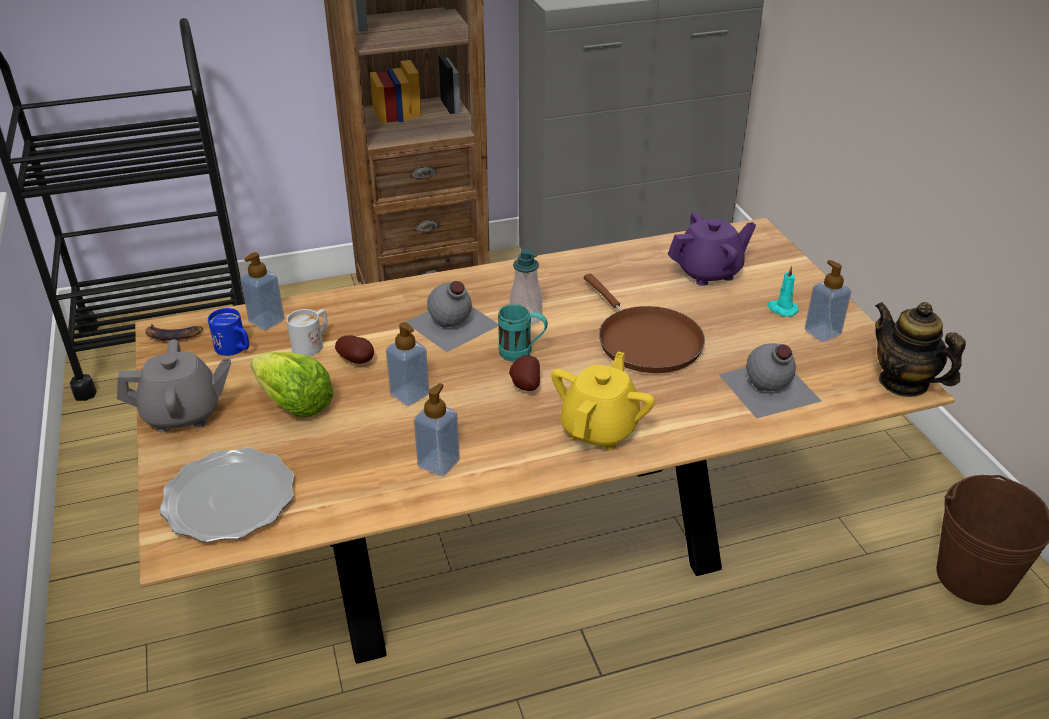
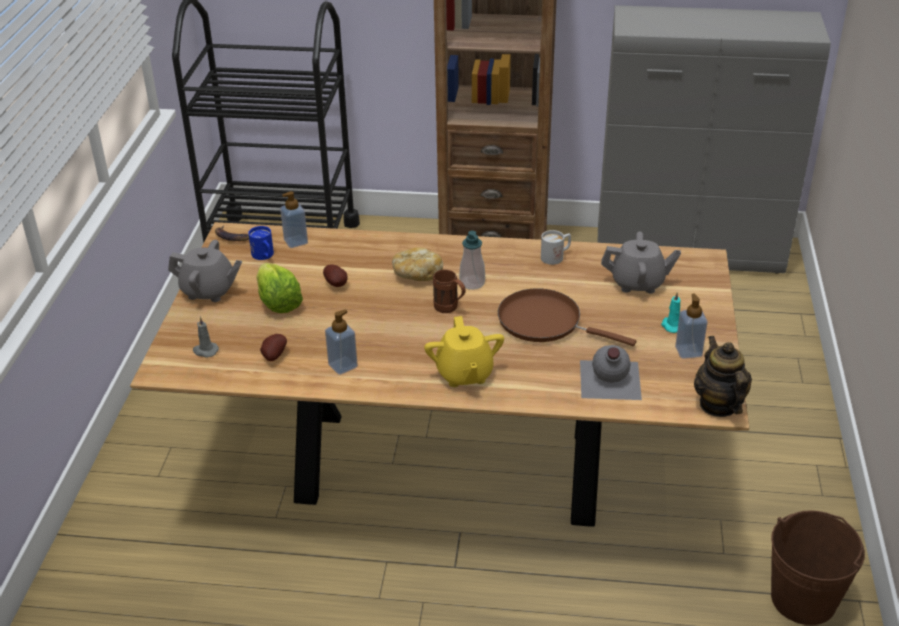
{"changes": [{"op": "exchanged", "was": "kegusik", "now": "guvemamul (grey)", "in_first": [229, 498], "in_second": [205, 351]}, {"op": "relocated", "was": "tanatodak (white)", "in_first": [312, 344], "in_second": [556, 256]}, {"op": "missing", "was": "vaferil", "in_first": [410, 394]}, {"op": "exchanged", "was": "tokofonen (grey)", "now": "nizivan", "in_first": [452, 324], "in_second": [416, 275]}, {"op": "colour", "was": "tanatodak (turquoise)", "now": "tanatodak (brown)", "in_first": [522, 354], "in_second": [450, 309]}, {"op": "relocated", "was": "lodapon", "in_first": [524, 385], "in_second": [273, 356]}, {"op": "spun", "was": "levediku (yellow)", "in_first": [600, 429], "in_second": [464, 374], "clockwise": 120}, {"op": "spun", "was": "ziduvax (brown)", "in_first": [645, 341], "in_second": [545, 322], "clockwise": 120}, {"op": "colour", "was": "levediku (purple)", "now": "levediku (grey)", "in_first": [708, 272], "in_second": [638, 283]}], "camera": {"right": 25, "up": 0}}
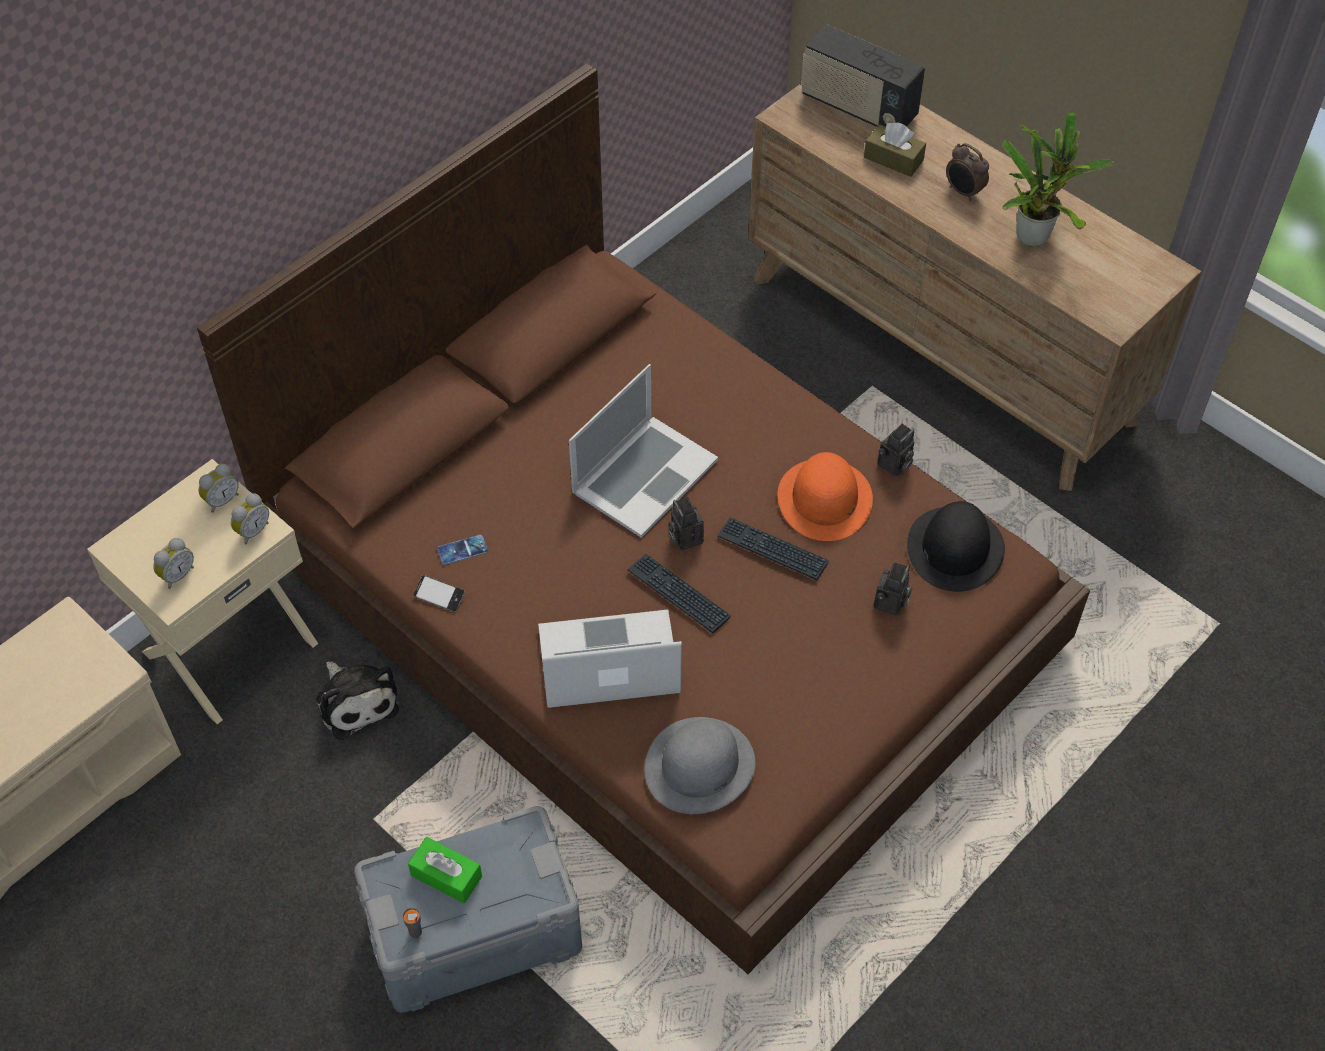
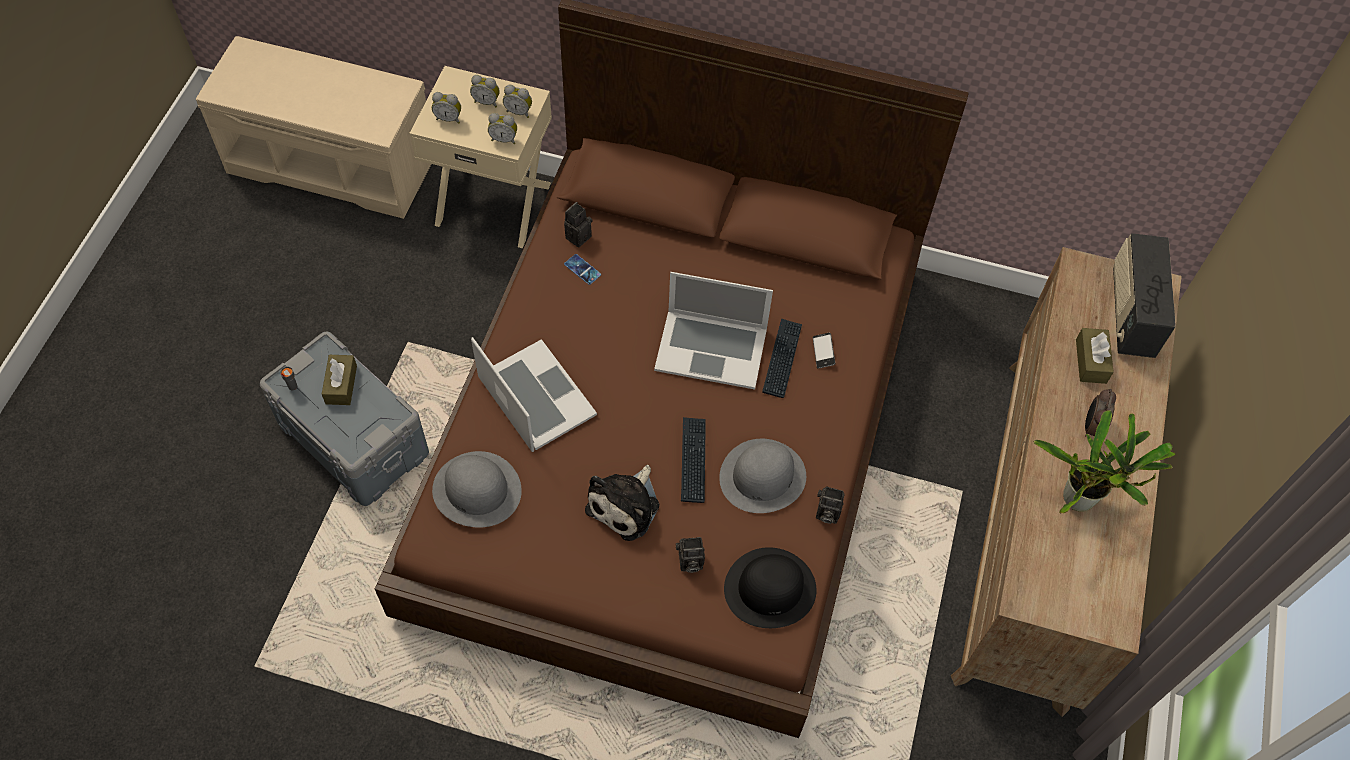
{"changes": [{"op": "relocated", "was": "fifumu", "in_first": [356, 700], "in_second": [626, 505]}, {"op": "colour", "was": "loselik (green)", "now": "loselik (brown)", "in_first": [446, 876], "in_second": [341, 385]}, {"op": "relocated", "was": "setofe", "in_first": [439, 596], "in_second": [823, 352]}, {"op": "relocated", "was": "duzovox", "in_first": [678, 594], "in_second": [782, 358]}, {"op": "relocated", "was": "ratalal", "in_first": [684, 537], "in_second": [578, 235]}, {"op": "colour", "was": "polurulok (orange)", "now": "polurulok (grey)", "in_first": [825, 499], "in_second": [762, 477]}, {"op": "appeared", "now": "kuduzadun", "in_second": [487, 101]}], "camera": {"right": 60, "up": 5}}
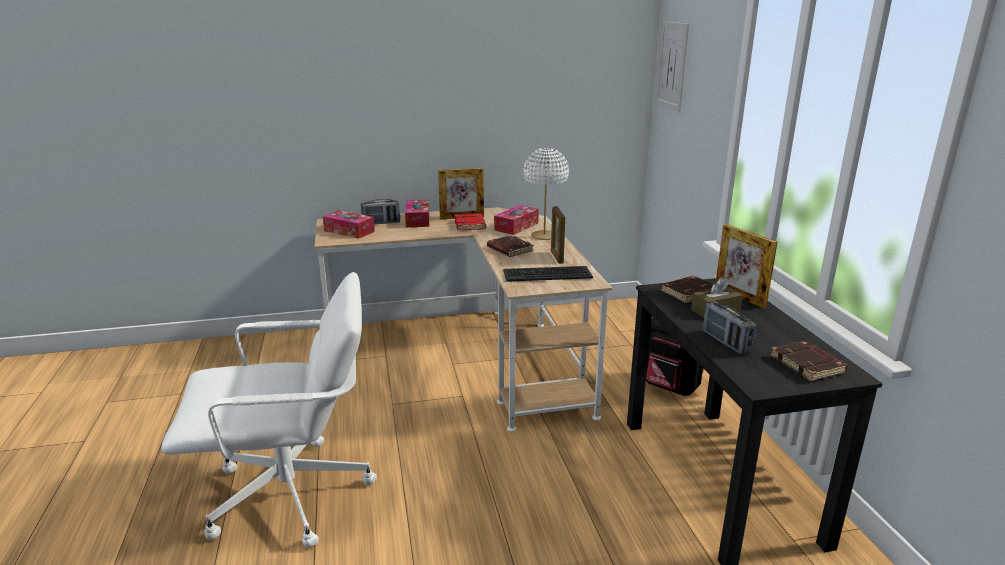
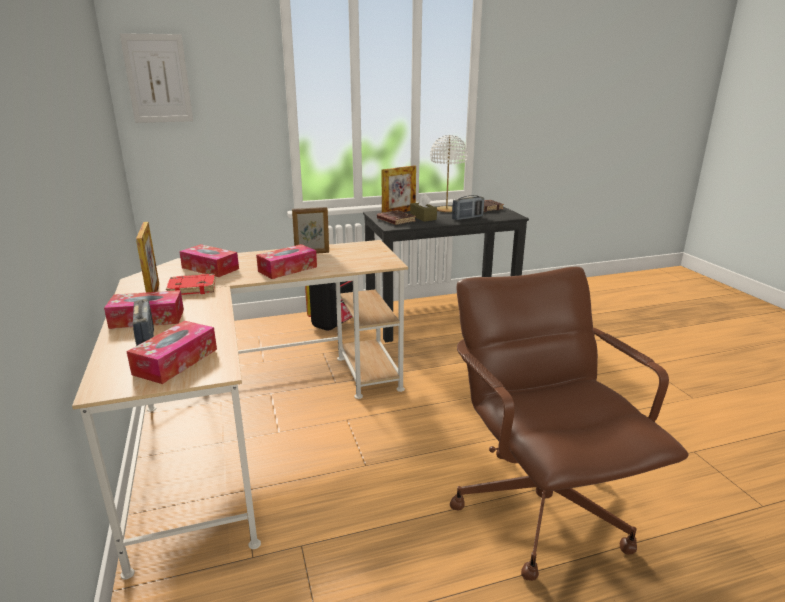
{"changes": [{"op": "colour", "was": "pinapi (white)", "now": "pinapi (brown)", "in_first": [292, 495], "in_second": [541, 508]}, {"op": "exchanged", "was": "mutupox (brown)", "now": "loselik", "in_first": [509, 250], "in_second": [287, 269]}, {"op": "missing", "was": "duzovox", "in_first": [547, 274]}, {"op": "relocated", "was": "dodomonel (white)", "in_first": [544, 236], "in_second": [446, 210]}], "camera": {"right": -95, "up": 0}}
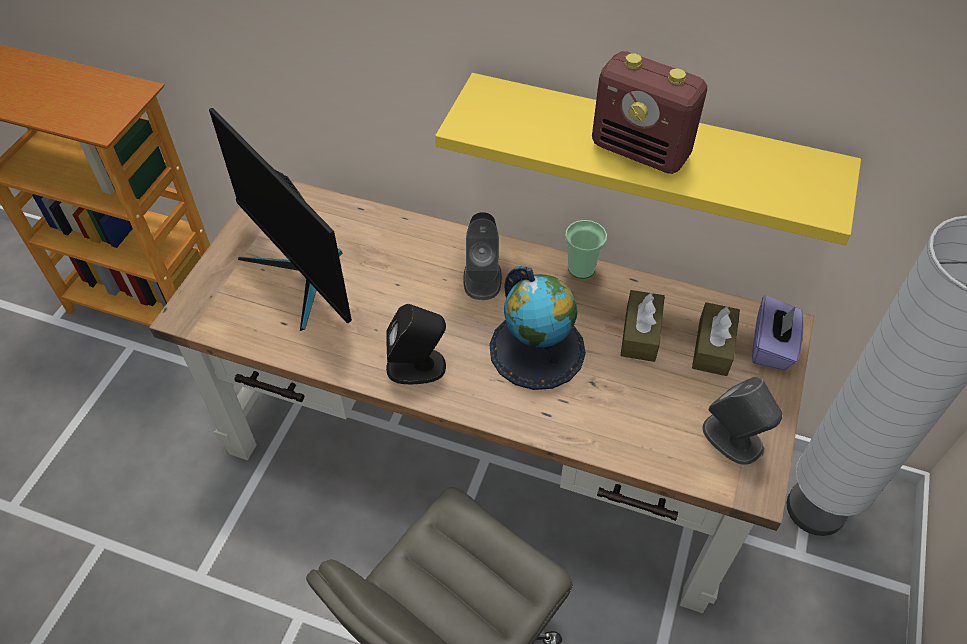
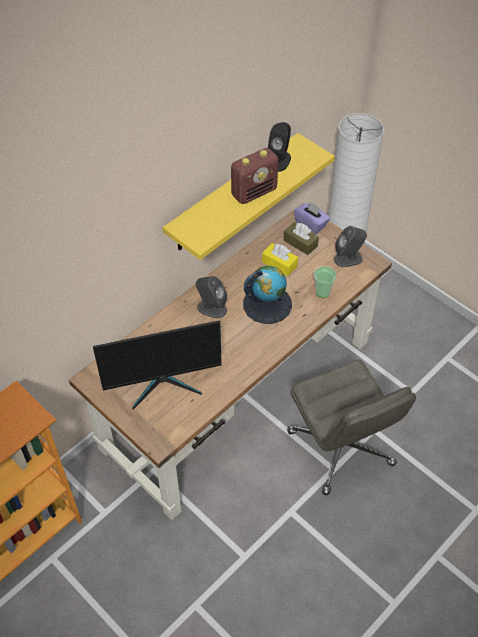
{"changes": [{"op": "relocated", "was": "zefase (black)", "in_first": [417, 366], "in_second": [279, 160]}, {"op": "relocated", "was": "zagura", "in_first": [581, 268], "in_second": [322, 292]}, {"op": "colour", "was": "loselik (brown)", "now": "loselik (yellow)", "in_first": [640, 334], "in_second": [279, 264]}], "camera": {"right": -65, "up": 0}}
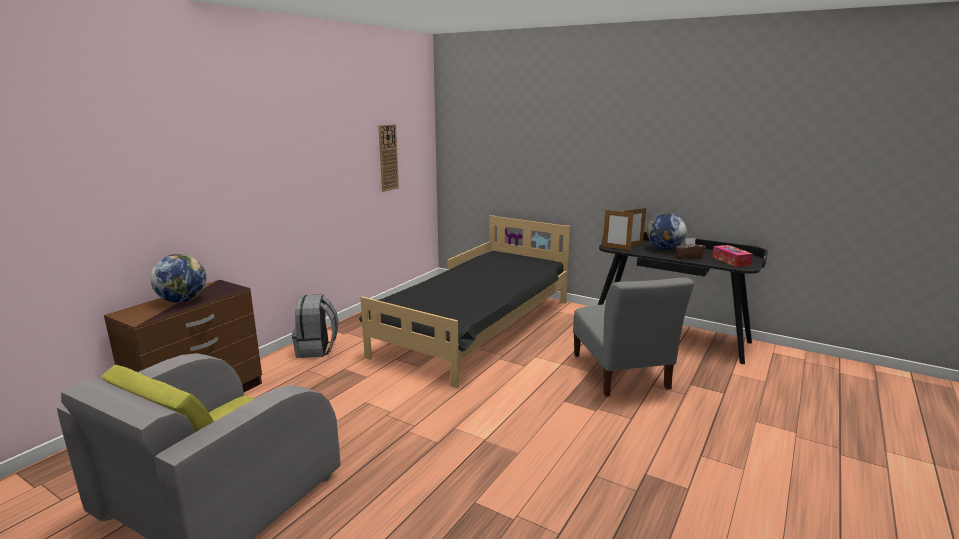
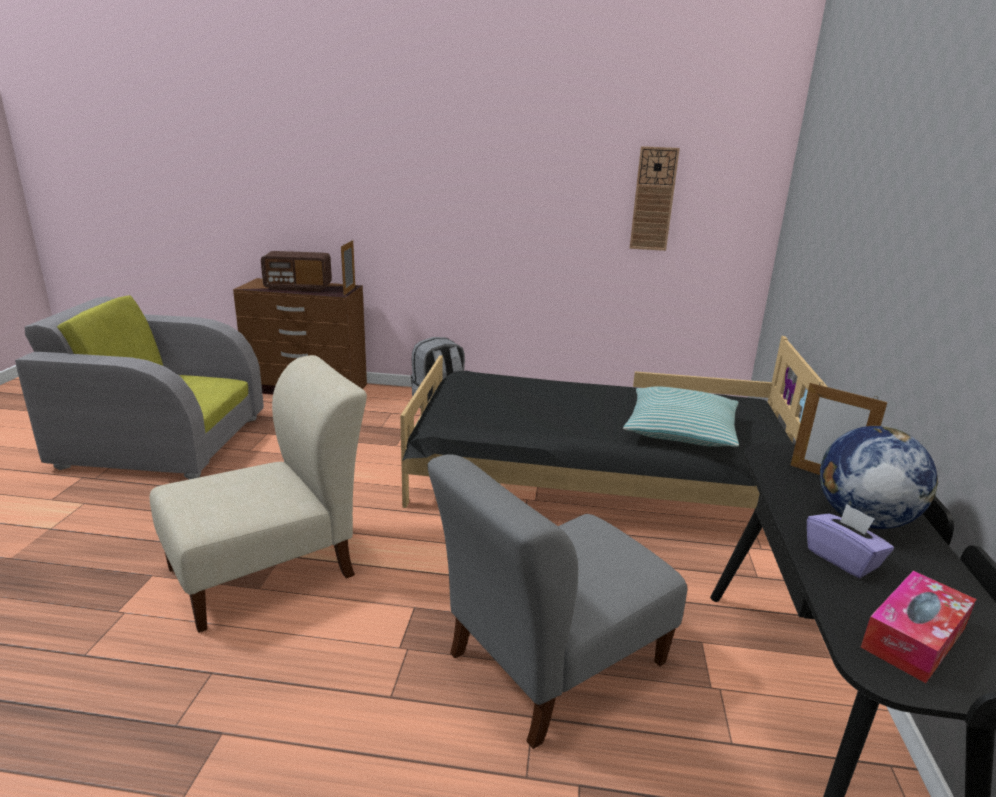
{"changes": [{"op": "exchanged", "was": "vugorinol", "now": "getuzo", "in_first": [183, 300], "in_second": [298, 287]}, {"op": "relocated", "was": "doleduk", "in_first": [616, 248], "in_second": [349, 291]}, {"op": "colour", "was": "loselik (brown)", "now": "loselik (purple)", "in_first": [689, 257], "in_second": [842, 559]}, {"op": "appeared", "now": "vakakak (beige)", "in_second": [270, 569]}, {"op": "appeared", "now": "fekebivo", "in_second": [680, 430]}], "camera": {"right": 65, "up": 5}}
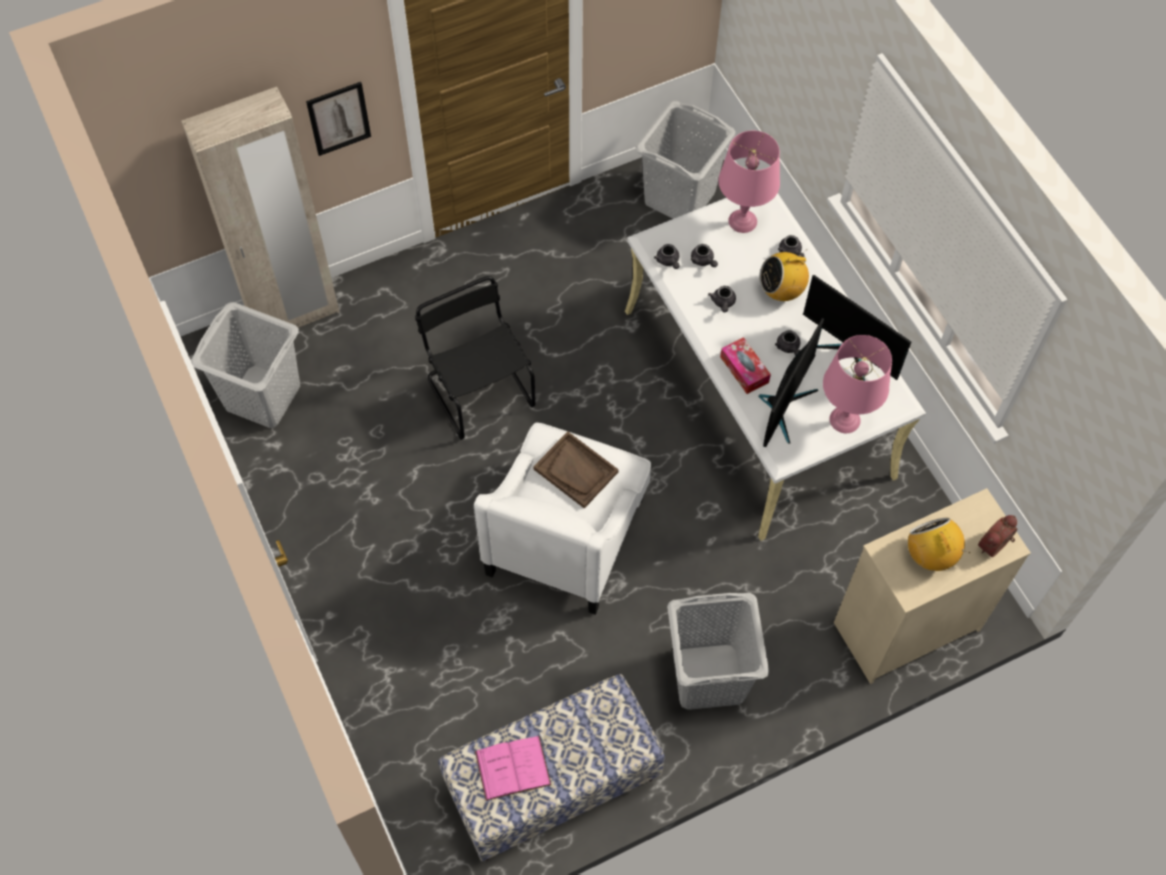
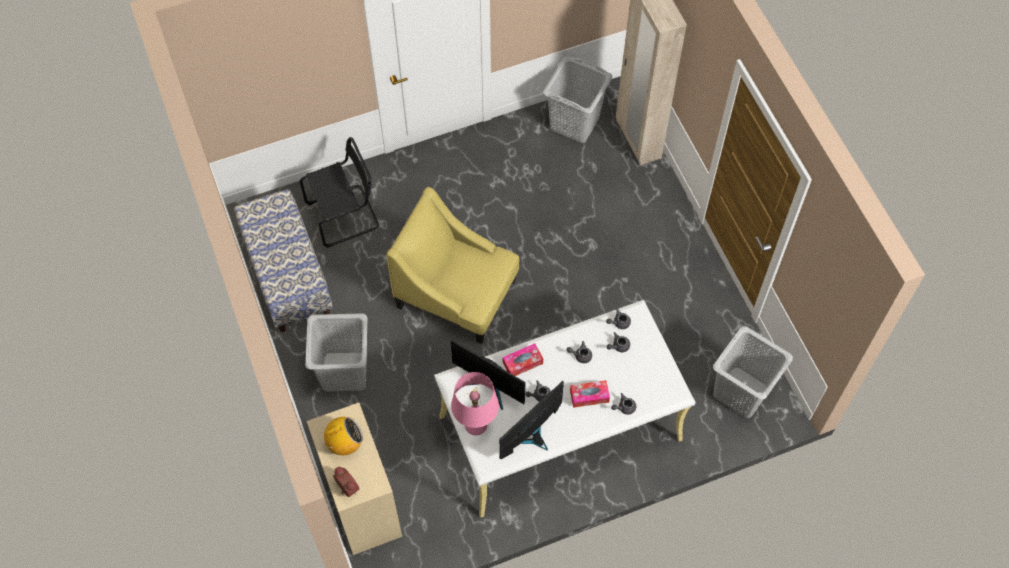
{"changes": [{"op": "missing", "was": "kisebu", "in_first": [339, 118]}, {"op": "relocated", "was": "vakakak (black)", "in_first": [478, 389], "in_second": [345, 215]}, {"op": "colour", "was": "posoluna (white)", "now": "posoluna (yellow)", "in_first": [565, 534], "in_second": [457, 293]}, {"op": "missing", "was": "mutupox (pink)", "in_first": [512, 768]}, {"op": "missing", "was": "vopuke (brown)", "in_first": [576, 471]}, {"op": "missing", "was": "dodomonel (pink)", "in_first": [743, 221]}, {"op": "exchanged", "was": "getuzo", "now": "loselik", "in_first": [781, 291], "in_second": [589, 396]}], "camera": {"right": 95, "up": 0}}
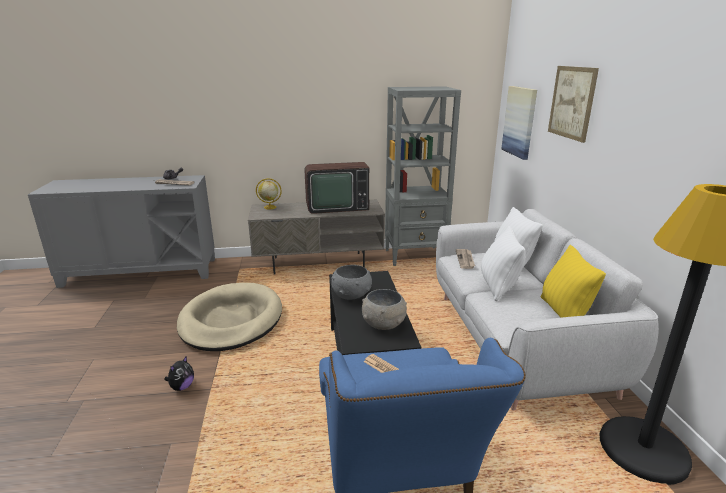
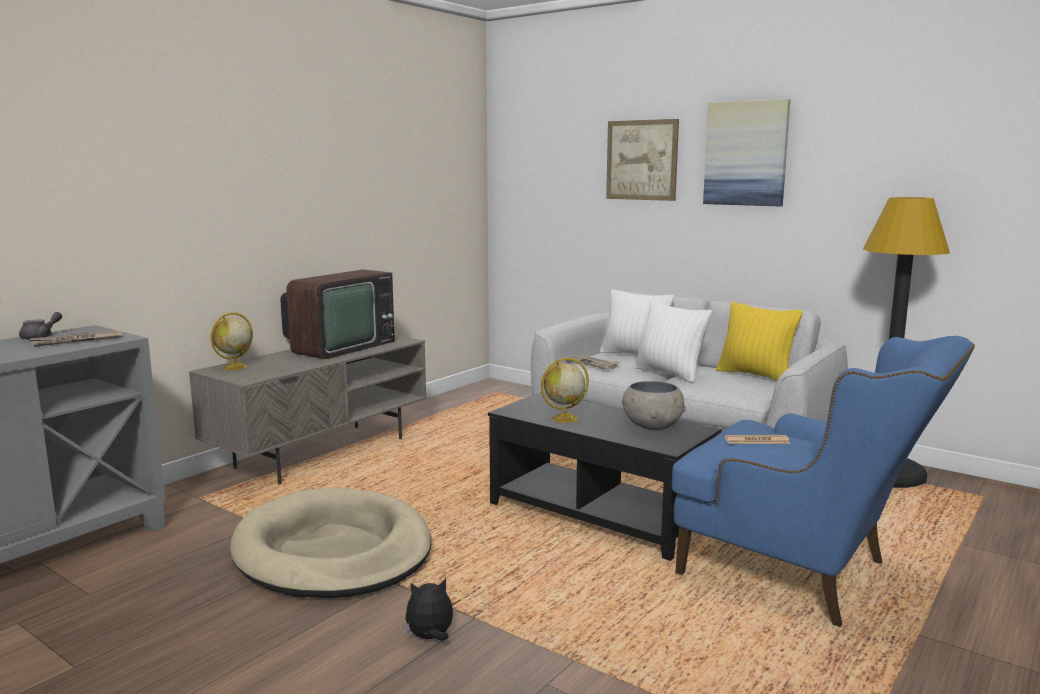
{"changes": [{"op": "spun", "was": "fifumu", "in_first": [182, 387], "in_second": [430, 638], "clockwise": -90}, {"op": "exchanged", "was": "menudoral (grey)", "now": "vugorinol", "in_first": [351, 295], "in_second": [564, 419]}, {"op": "missing", "was": "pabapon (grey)", "in_first": [415, 256]}, {"op": "relocated", "was": "kisebu", "in_first": [519, 121], "in_second": [746, 153]}], "camera": {"right": -45, "up": -10}}
